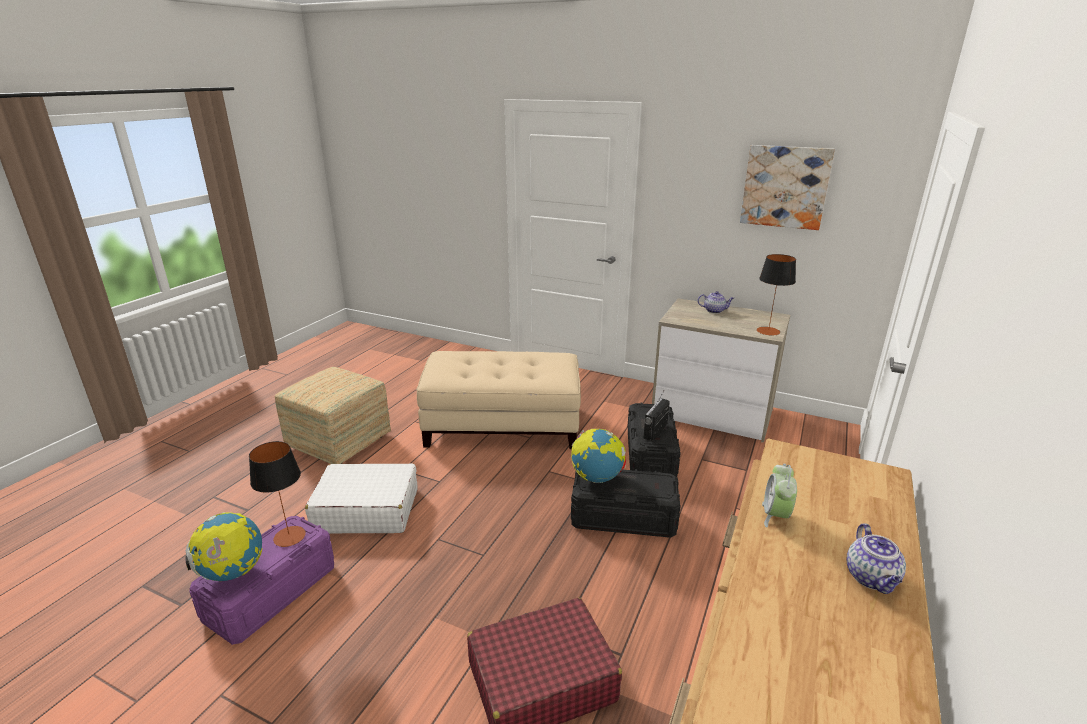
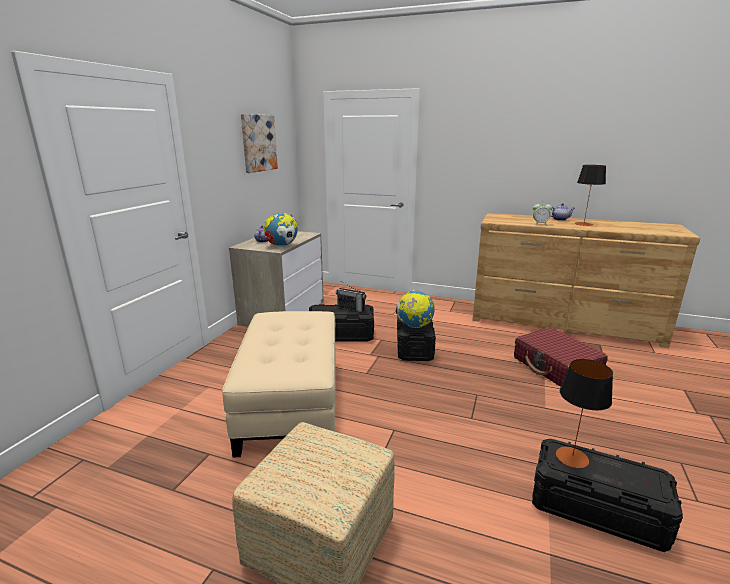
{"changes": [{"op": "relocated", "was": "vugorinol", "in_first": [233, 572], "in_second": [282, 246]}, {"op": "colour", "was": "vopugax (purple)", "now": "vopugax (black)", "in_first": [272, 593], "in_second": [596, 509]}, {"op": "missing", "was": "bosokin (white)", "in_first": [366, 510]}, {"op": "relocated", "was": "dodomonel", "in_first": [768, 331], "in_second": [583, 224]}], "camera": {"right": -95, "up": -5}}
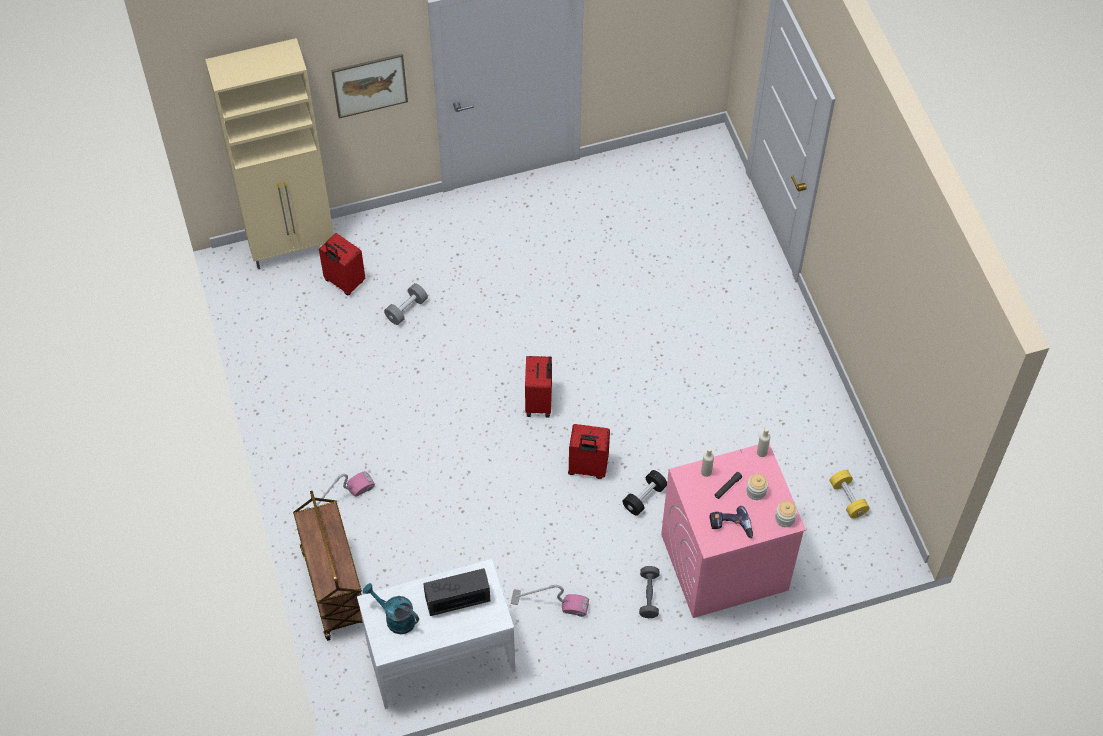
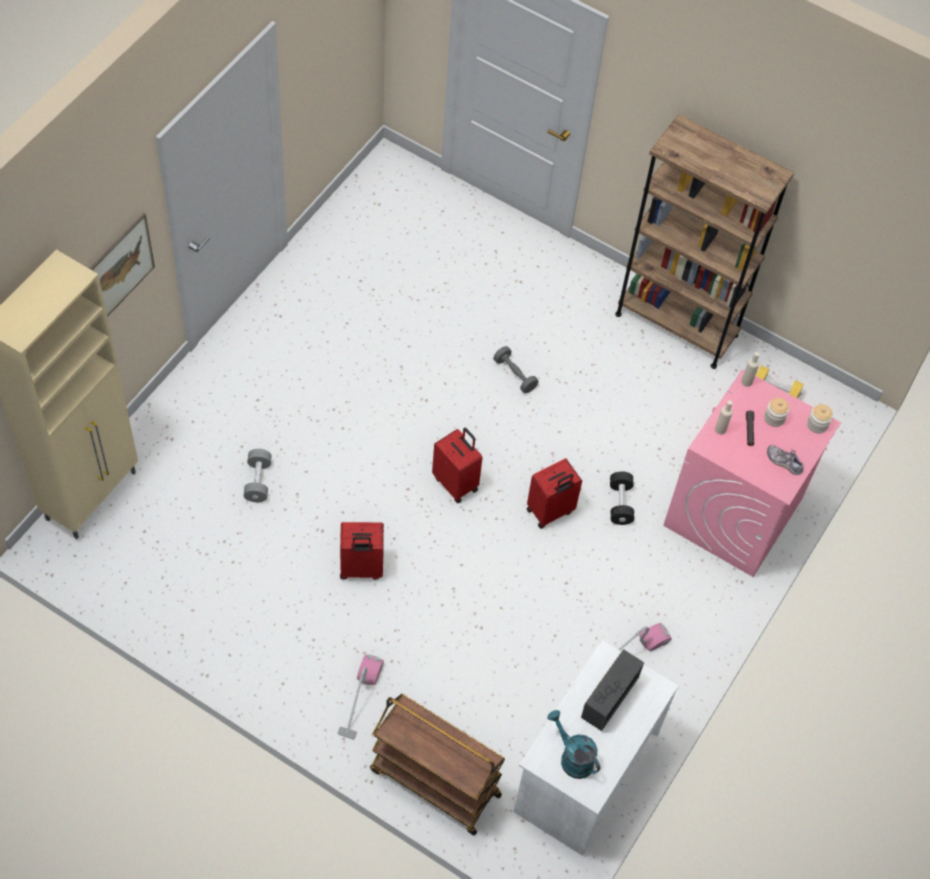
{"changes": [{"op": "relocated", "was": "bosokin (red)", "in_first": [344, 282], "in_second": [361, 569]}, {"op": "spun", "was": "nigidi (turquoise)", "in_first": [395, 618], "in_second": [572, 757], "clockwise": 60}, {"op": "relocated", "was": "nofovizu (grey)", "in_first": [649, 596], "in_second": [515, 375]}, {"op": "exchanged", "was": "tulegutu", "now": "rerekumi", "in_first": [730, 527], "in_second": [784, 462]}, {"op": "appeared", "now": "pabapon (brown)", "in_second": [676, 324]}], "camera": {"right": -45, "up": 0}}
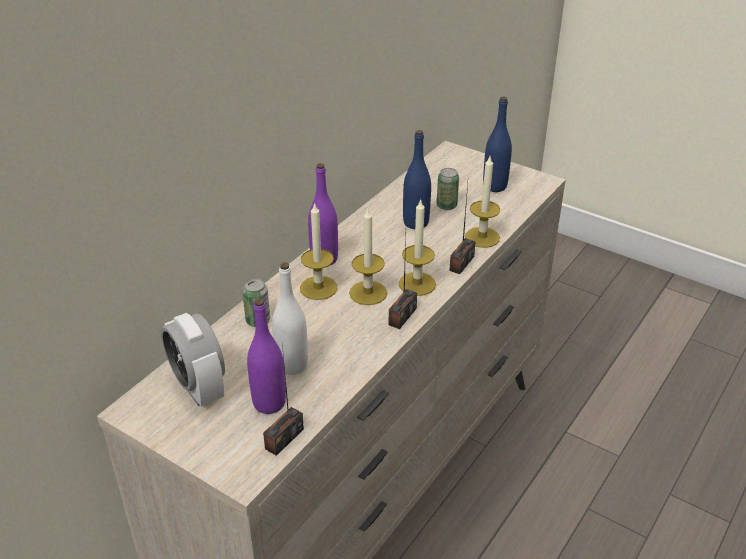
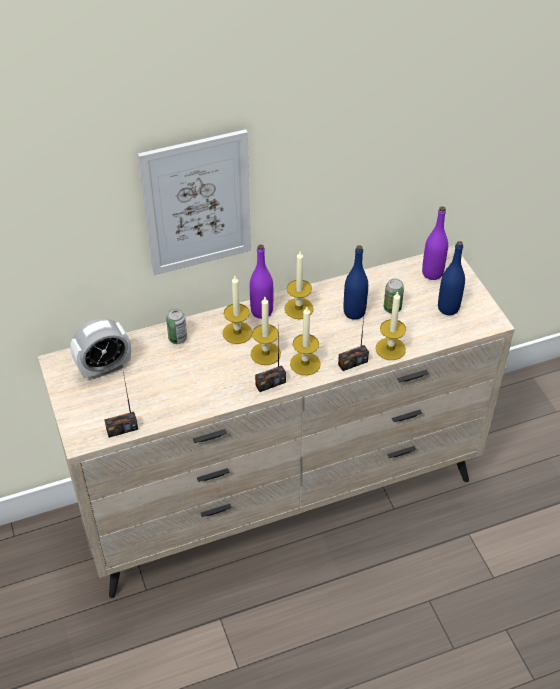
{"changes": [{"op": "spun", "was": "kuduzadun", "in_first": [199, 387], "in_second": [104, 368], "clockwise": -120}, {"op": "relocated", "was": "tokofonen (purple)", "in_first": [269, 403], "in_second": [432, 273]}, {"op": "missing", "was": "tokofonen (white)", "in_first": [292, 365]}, {"op": "appeared", "now": "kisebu", "in_second": [197, 203]}, {"op": "appeared", "now": "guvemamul", "in_second": [298, 308]}], "camera": {"right": 35, "up": 10}}
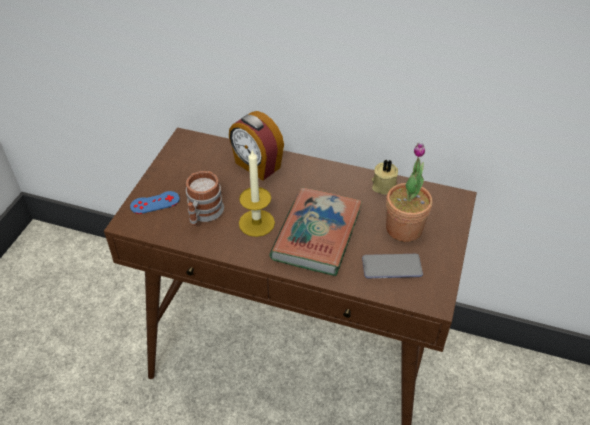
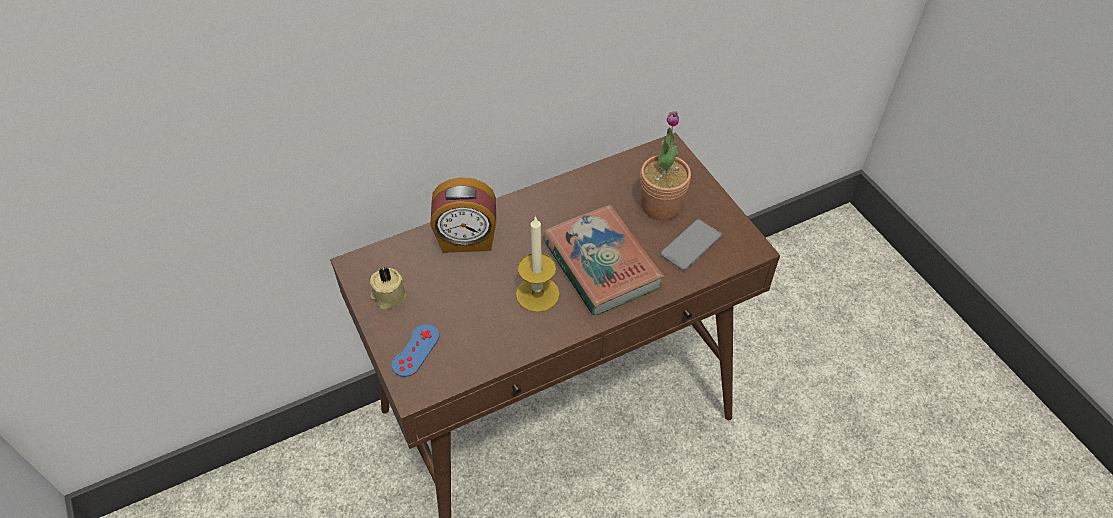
{"changes": [{"op": "missing", "was": "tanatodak", "in_first": [203, 214]}, {"op": "relocated", "was": "guvemamul (beige)", "in_first": [383, 186], "in_second": [388, 296]}], "camera": {"right": -45, "up": 5}}
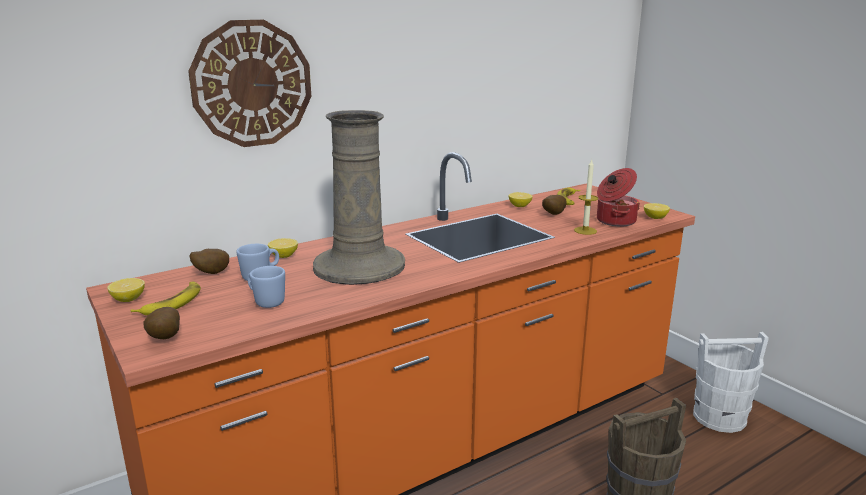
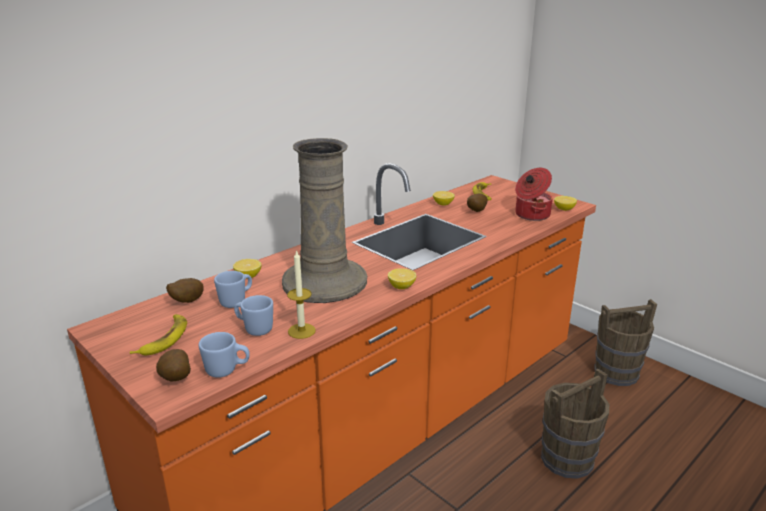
{"changes": [{"op": "relocated", "was": "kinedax", "in_first": [128, 299], "in_second": [401, 286]}, {"op": "missing", "was": "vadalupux", "in_first": [252, 84]}, {"op": "relocated", "was": "guvemamul", "in_first": [585, 230], "in_second": [301, 331]}, {"op": "colour", "was": "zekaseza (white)", "now": "zekaseza (brown)", "in_first": [718, 417], "in_second": [615, 373]}, {"op": "appeared", "now": "tanatodak (blue)", "in_second": [227, 371]}], "camera": {"right": -10, "up": 5}}
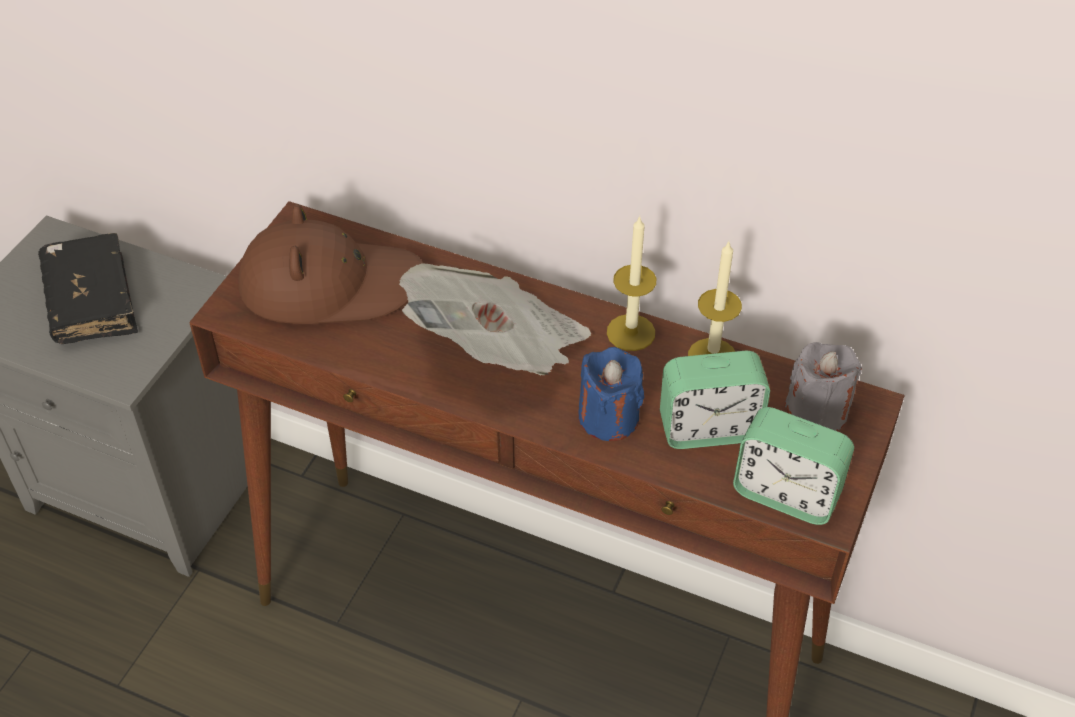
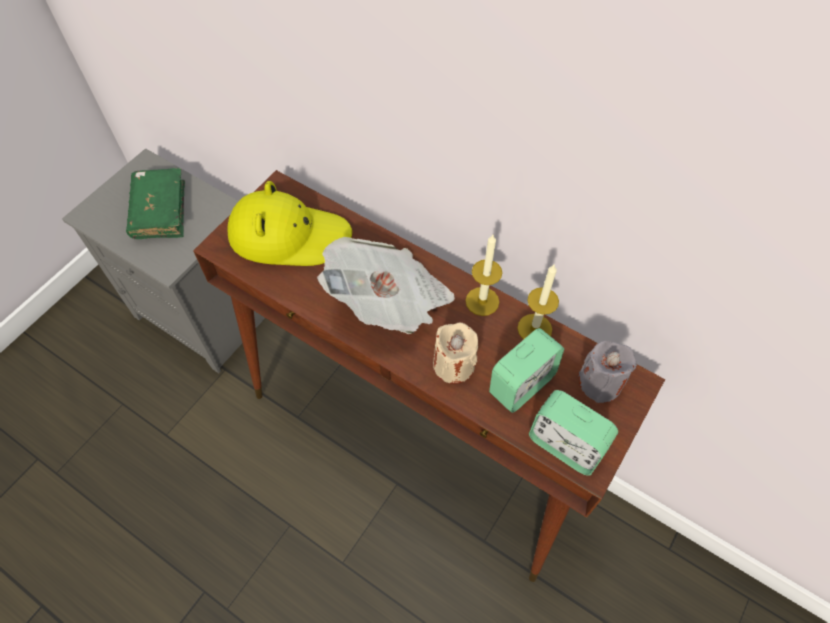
{"changes": [{"op": "colour", "was": "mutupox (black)", "now": "mutupox (green)", "in_first": [91, 301], "in_second": [160, 211]}, {"op": "colour", "was": "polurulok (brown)", "now": "polurulok (yellow)", "in_first": [330, 284], "in_second": [289, 235]}, {"op": "colour", "was": "guvemamul (blue)", "now": "guvemamul (beige)", "in_first": [608, 417], "in_second": [453, 365]}, {"op": "spun", "was": "kuduzadun", "in_first": [709, 428], "in_second": [521, 384], "clockwise": -45}], "camera": {"right": 10, "up": 10}}
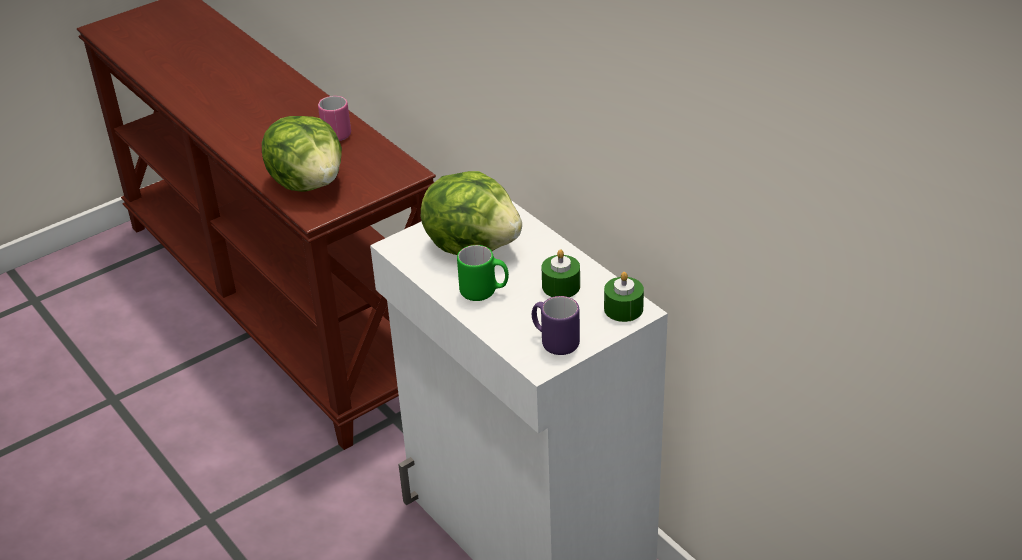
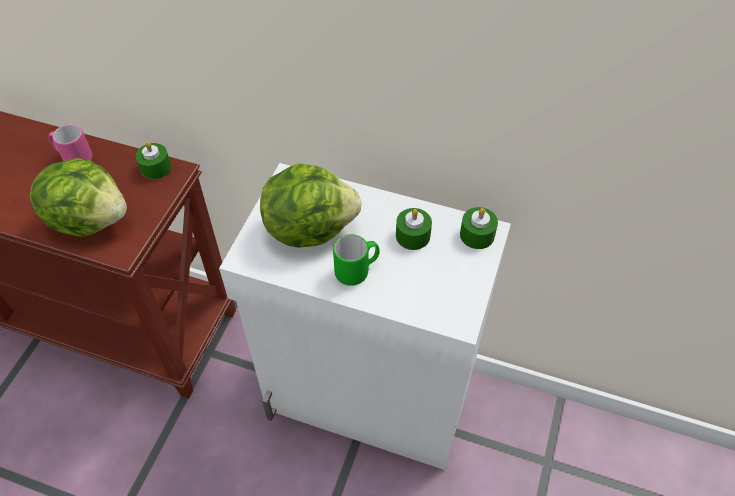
{"changes": [{"op": "missing", "was": "tanatodak (purple)", "in_first": [554, 342]}, {"op": "appeared", "now": "guvemamul (green)", "in_second": [156, 168]}], "camera": {"right": -35, "up": 15}}
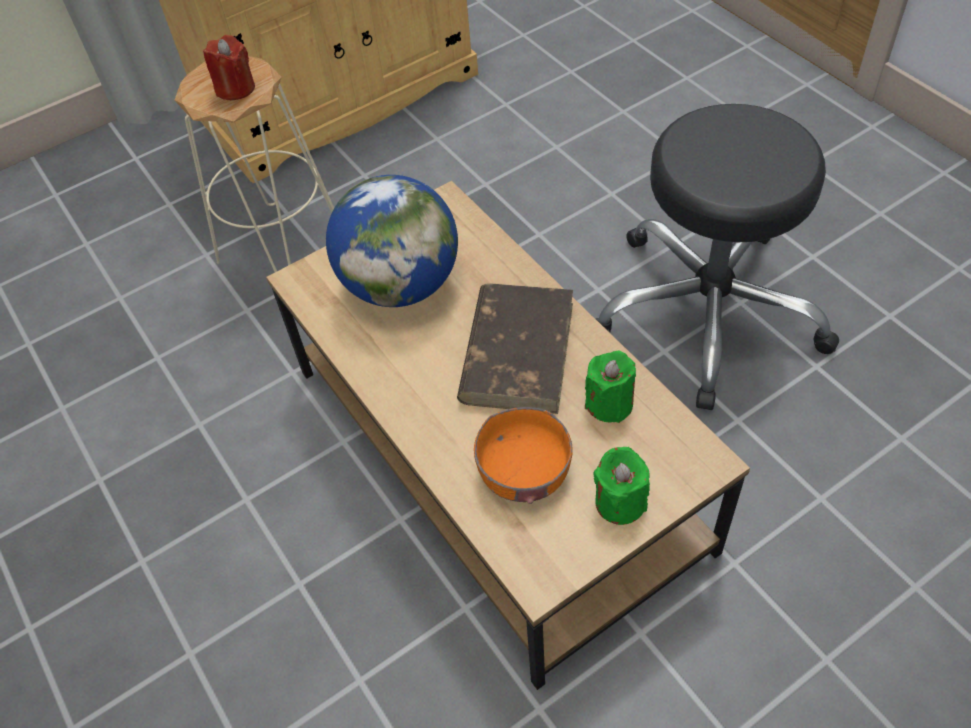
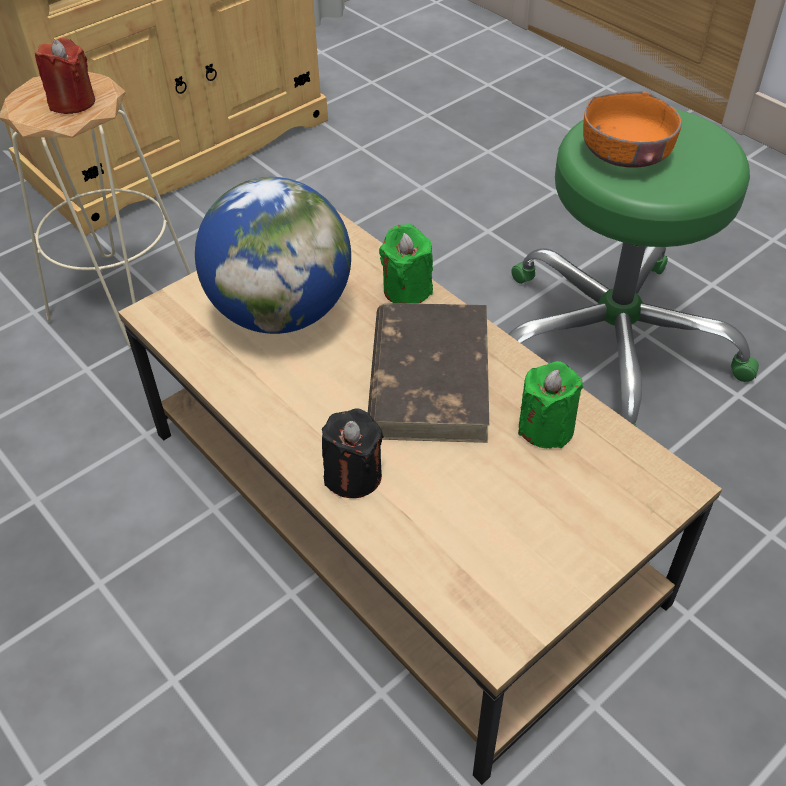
{"changes": [{"op": "relocated", "was": "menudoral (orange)", "in_first": [523, 471], "in_second": [625, 155]}, {"op": "relocated", "was": "guvemamul (green)", "in_first": [620, 502], "in_second": [407, 290]}, {"op": "colour", "was": "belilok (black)", "now": "belilok (green)", "in_first": [707, 310], "in_second": [610, 344]}, {"op": "appeared", "now": "guvemamul (black)", "in_second": [353, 475]}], "camera": {"right": -10, "up": -5}}
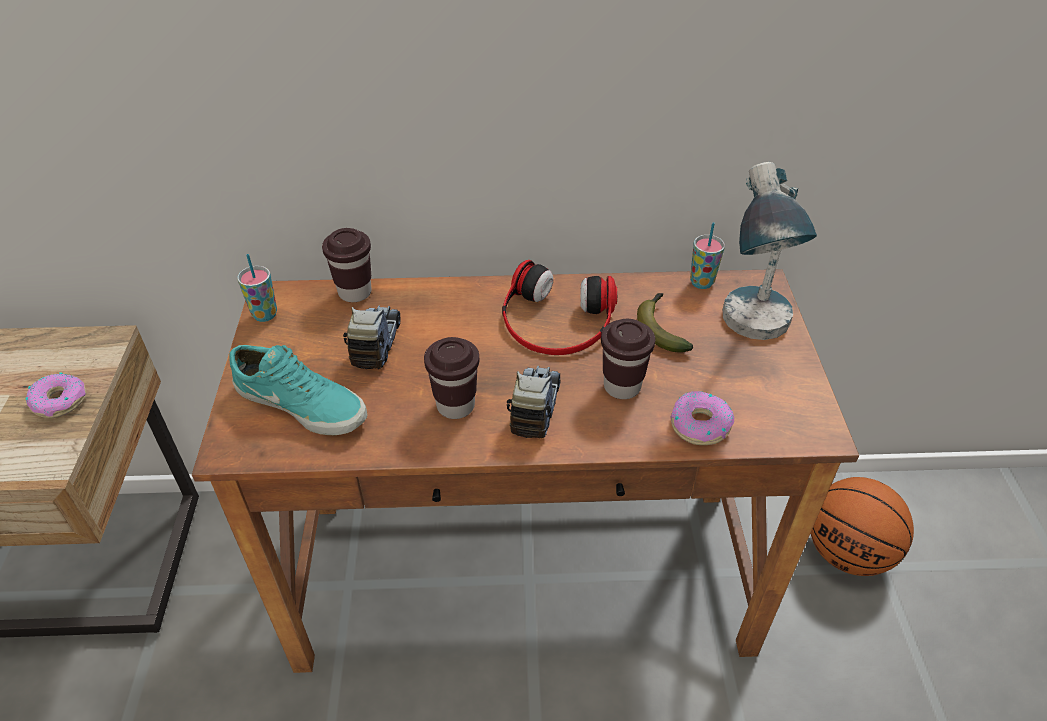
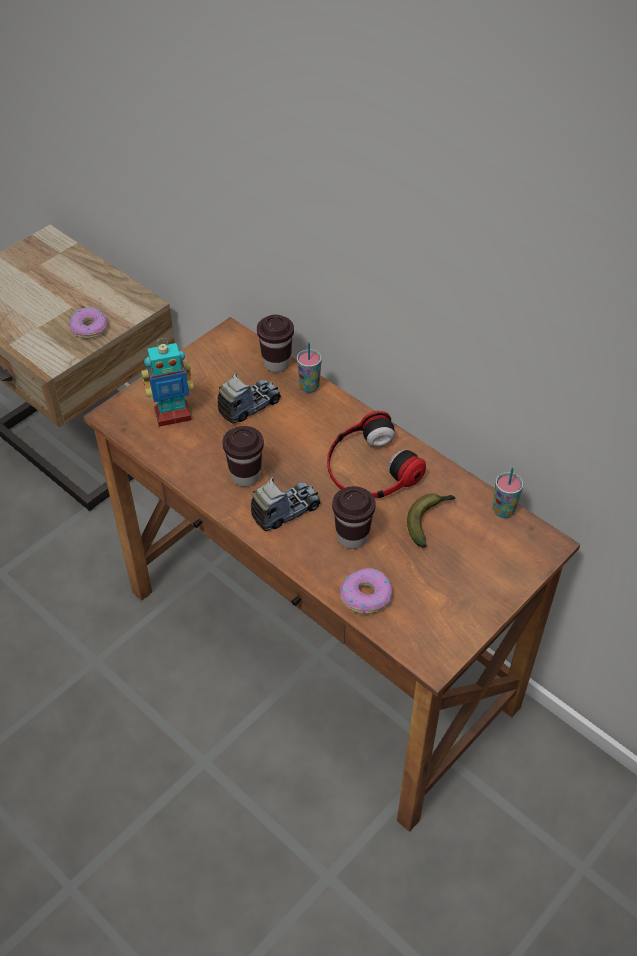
{"changes": [{"op": "exchanged", "was": "rerekumi (turquoise)", "now": "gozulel", "in_first": [303, 402], "in_second": [173, 415]}, {"op": "relocated", "was": "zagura", "in_first": [265, 315], "in_second": [309, 387]}, {"op": "missing", "was": "dodomonel", "in_first": [750, 336]}, {"op": "missing", "was": "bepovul", "in_first": [847, 552]}], "camera": {"right": 45, "up": 5}}
